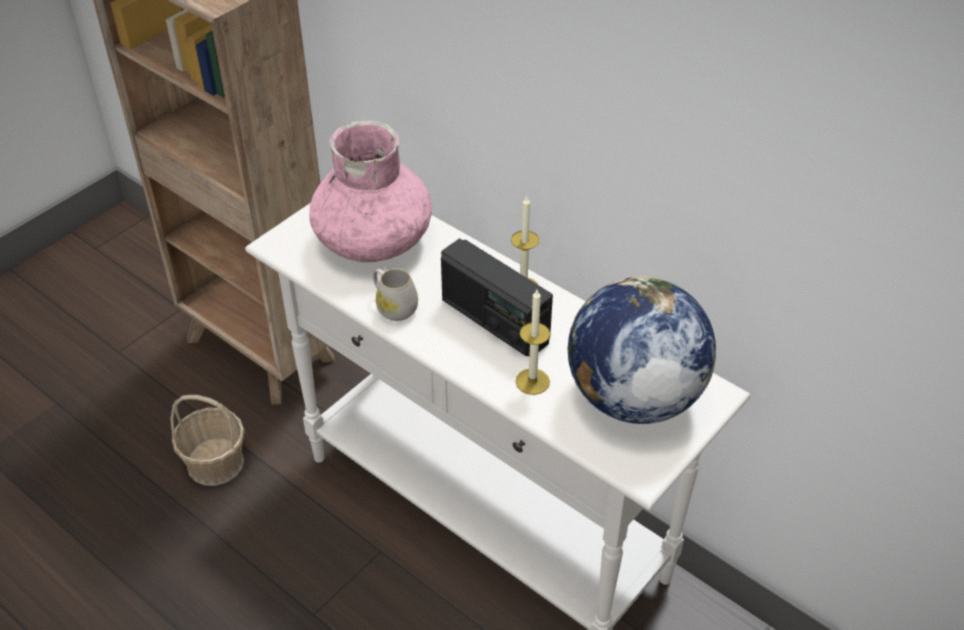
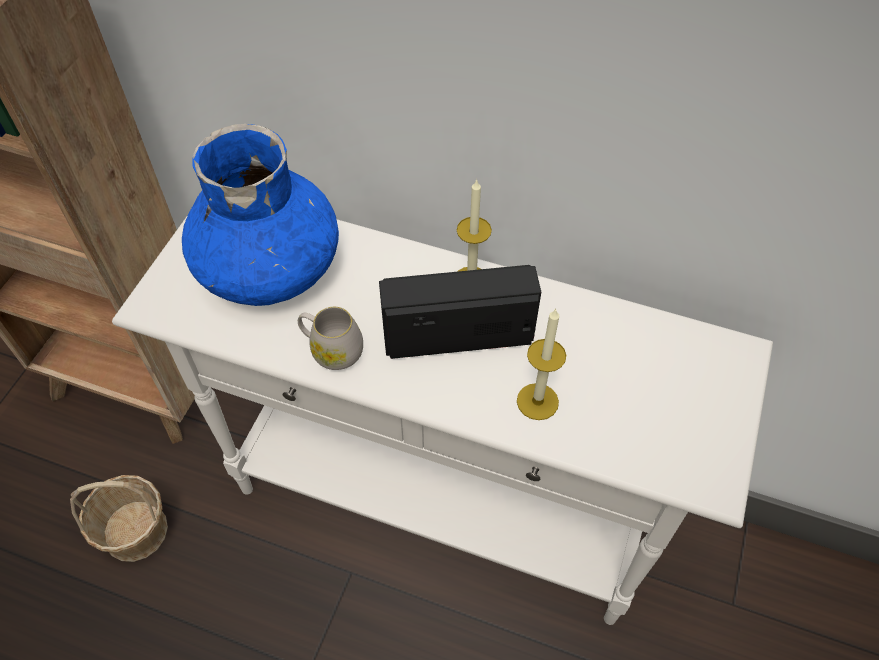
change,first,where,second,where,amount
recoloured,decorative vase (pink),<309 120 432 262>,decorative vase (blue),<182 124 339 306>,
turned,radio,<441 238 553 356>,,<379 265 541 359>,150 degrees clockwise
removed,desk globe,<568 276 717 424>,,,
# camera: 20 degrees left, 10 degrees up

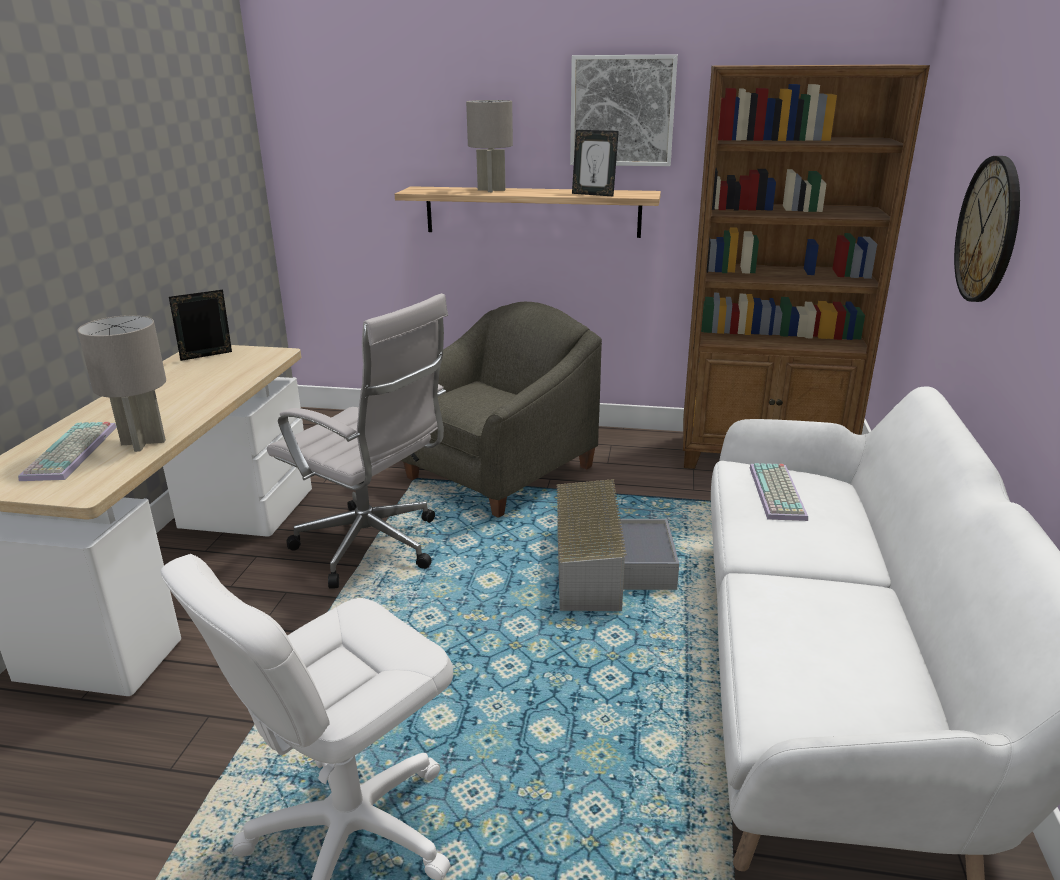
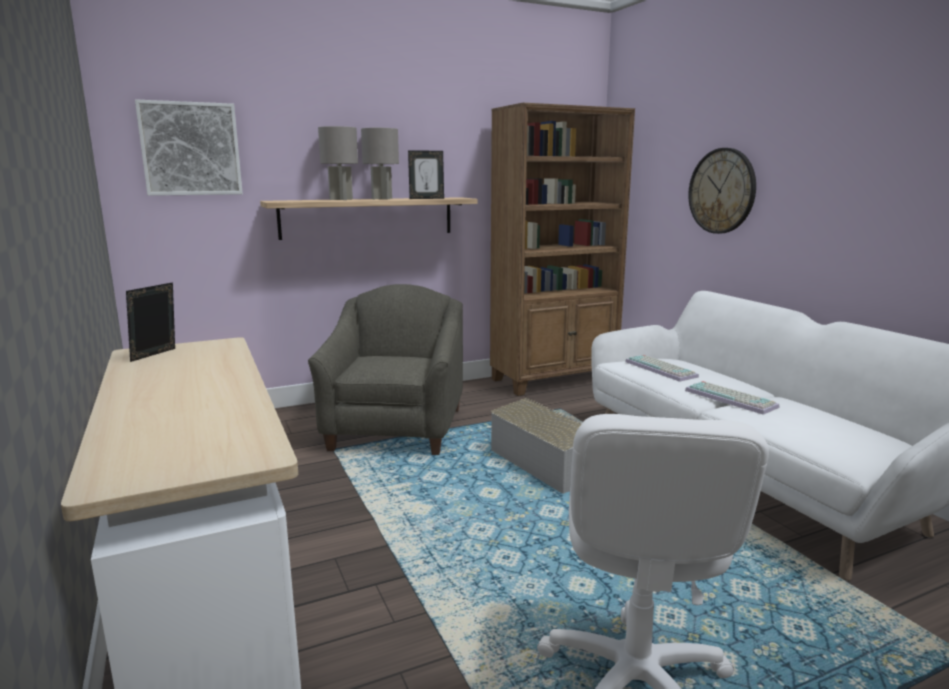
change,first,where,second,where,amount
moved,computer keyboard,<18 422 117 481>,,<685 381 779 415>,
moved,lamp for a table (grey),<77 315 166 452>,,<361 128 399 199>,
removed,desk chair (whitish),<267 293 448 589>,,,
moved,picture,<570 54 678 166>,,<135 99 243 196>,
# camera: 35 degrees left, 10 degrees down

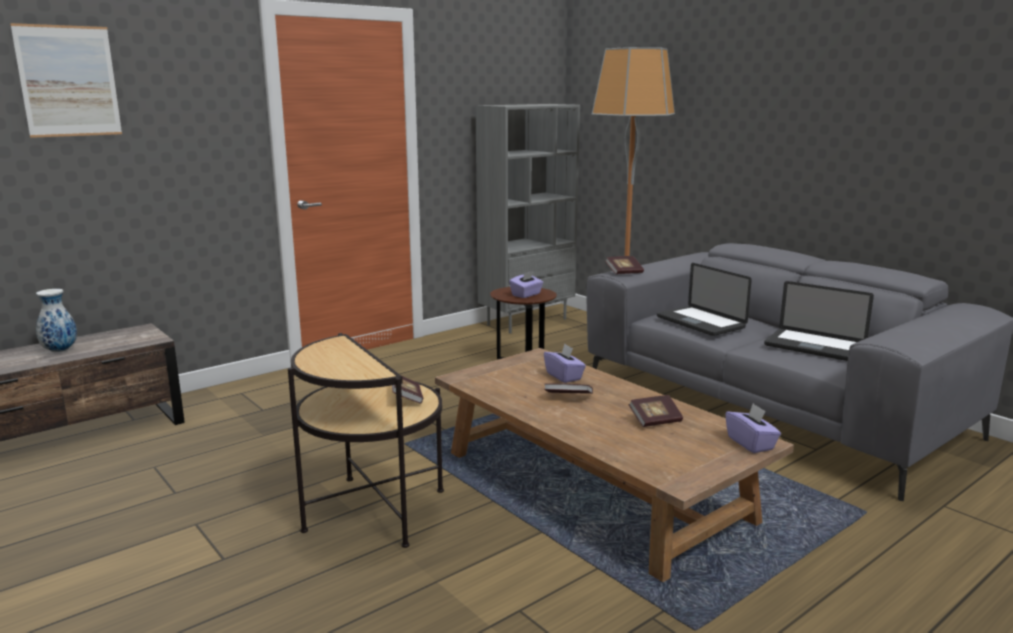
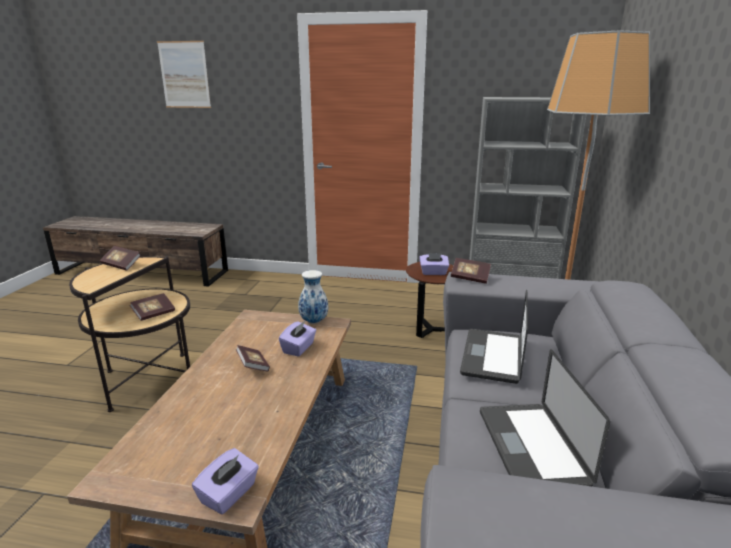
change,first,where,second,where,amount
moved,decorative vase,<36 289 77 352>,,<298 270 328 324>,
moved,volume,<629 395 683 427>,,<100 246 141 271>,
# camera: 50 degrees right, 5 degrees up

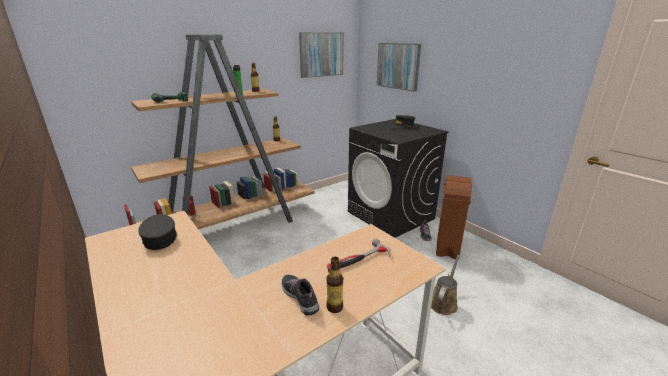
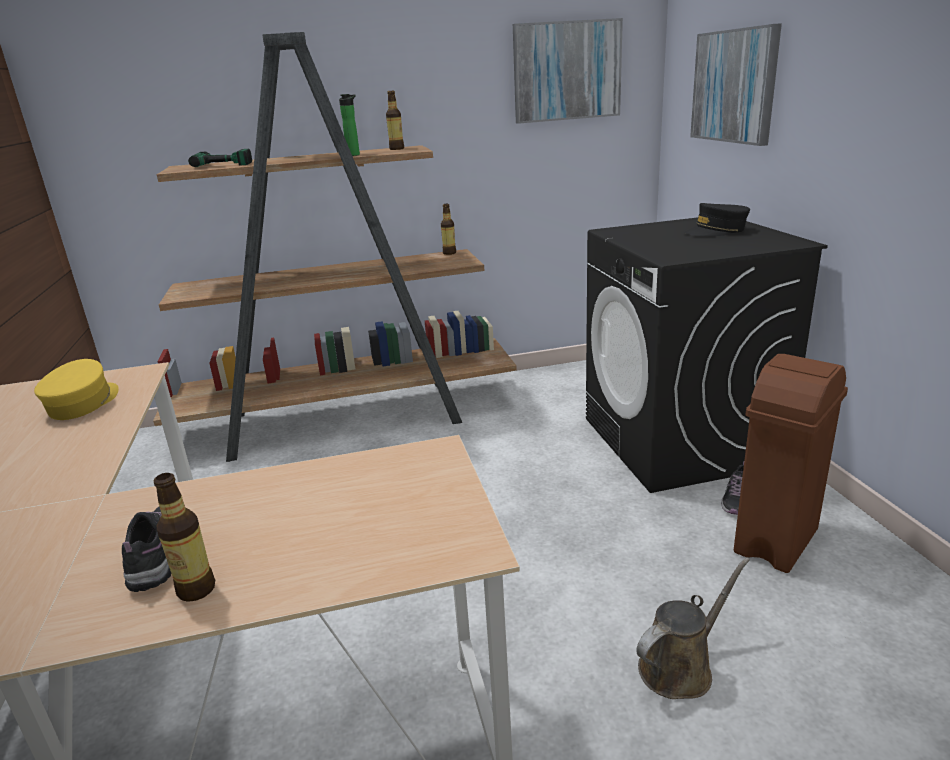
change,first,where,second,where,amount
recoloured,peaked cap (black-coloured),<138 214 177 250>,peaked cap (yellow-coloured),<34 359 119 420>,
removed,hammer,<327 239 391 273>,,,
# camera: 25 degrees right, 0 degrees up

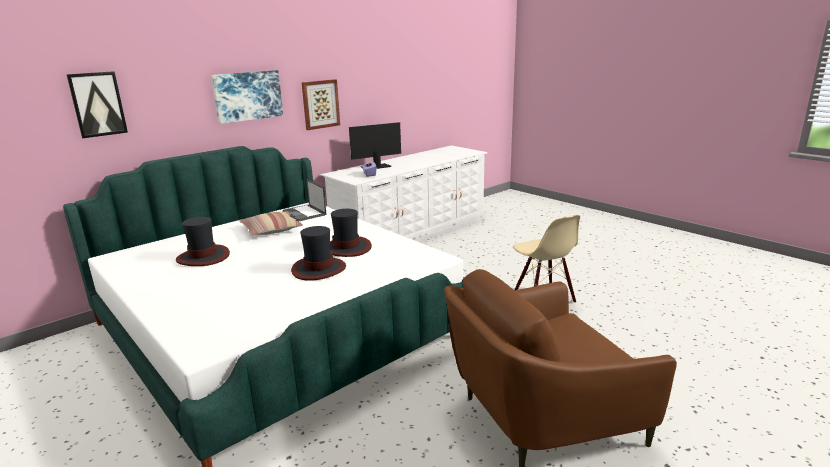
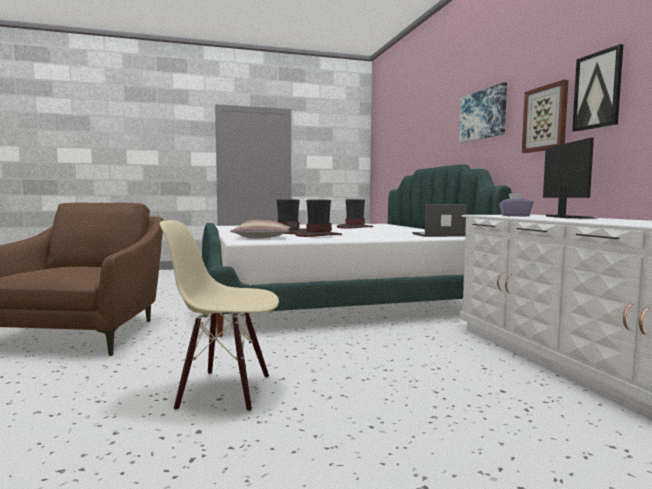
change,first,where,second,where,amount
moved,picture,<66 71 128 138>,,<572 44 623 132>,
moved,cushion,<239 211 303 236>,,<230 220 290 239>,
# camera: 115 degrees right, 15 degrees down

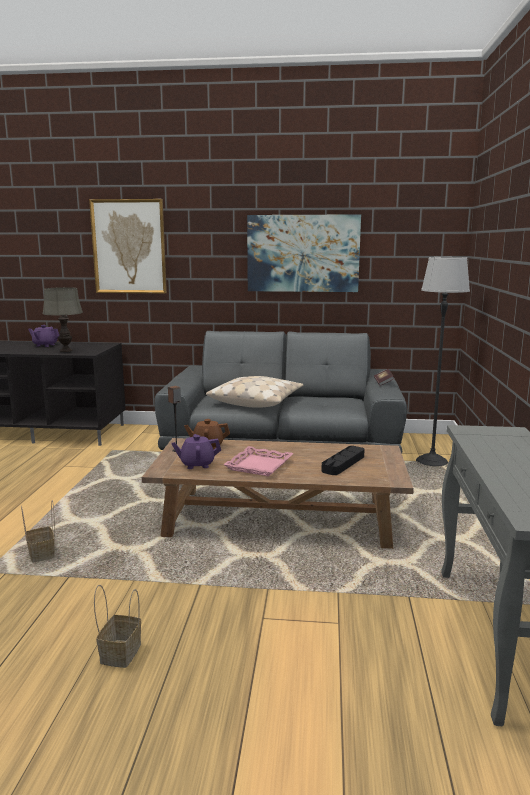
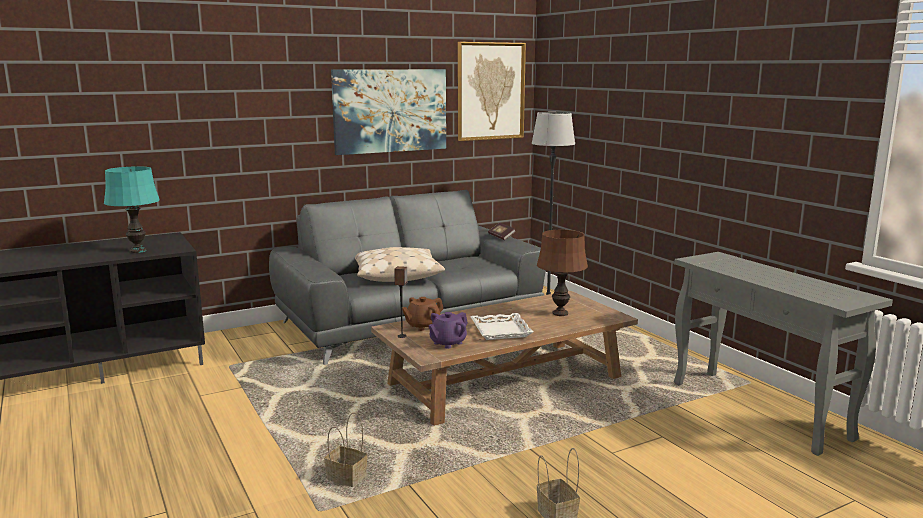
change,first,where,second,where,amount
removed,tea pot (purplish),<28 325 60 347>,,,
recoloured,lamp for a table (grey),<43 287 83 352>,lamp for a table (turquoise-coloured),<104 166 160 253>,
moved,picture,<89 199 167 293>,,<458 42 526 141>,
recoloured,carrying tray (pink),<223 446 293 477>,carrying tray (whitish),<471 313 533 340>,
replaced,carrying tray (black-coloured),<321 446 365 475>,lamp for a table (brown),<537 230 588 316>,
# camera: 35 degrees left, 0 degrees up

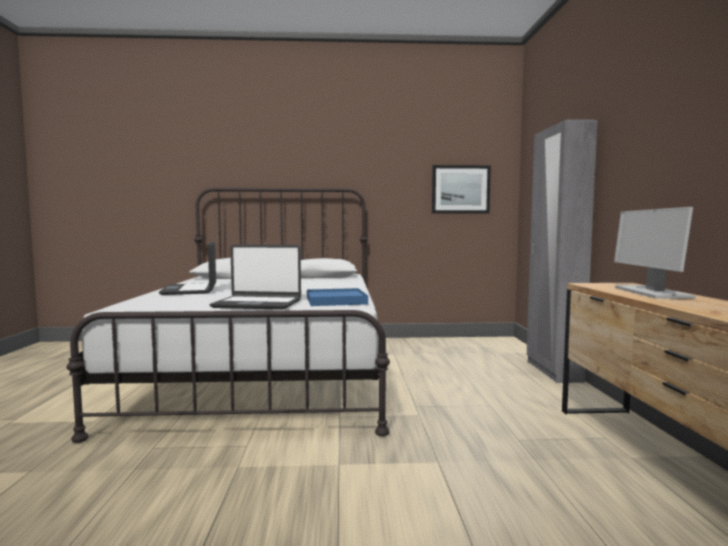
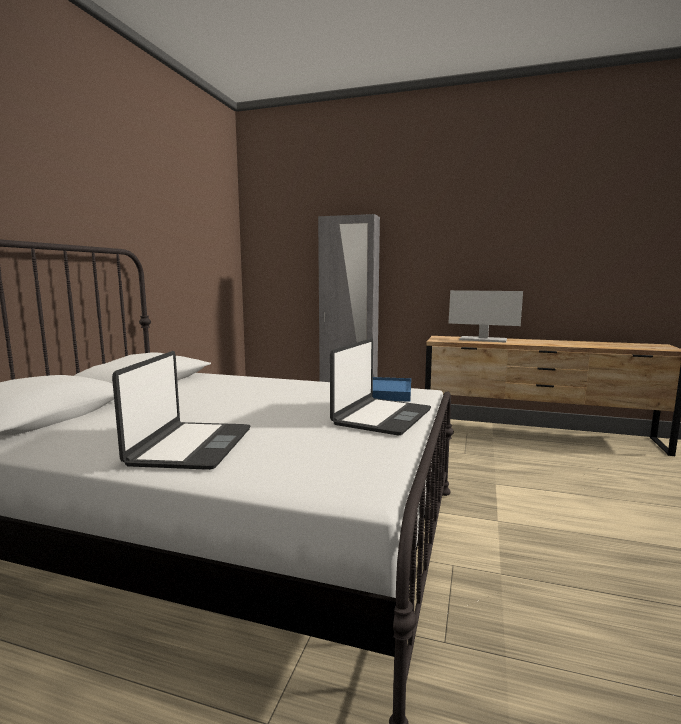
change,first,where,second,where,amount
turned,portable computer,<159 242 216 295>,,<112 351 250 470>,90 degrees counterclockwise
removed,picture,<432 165 491 214>,,,
# camera: 70 degrees left, 5 degrees up

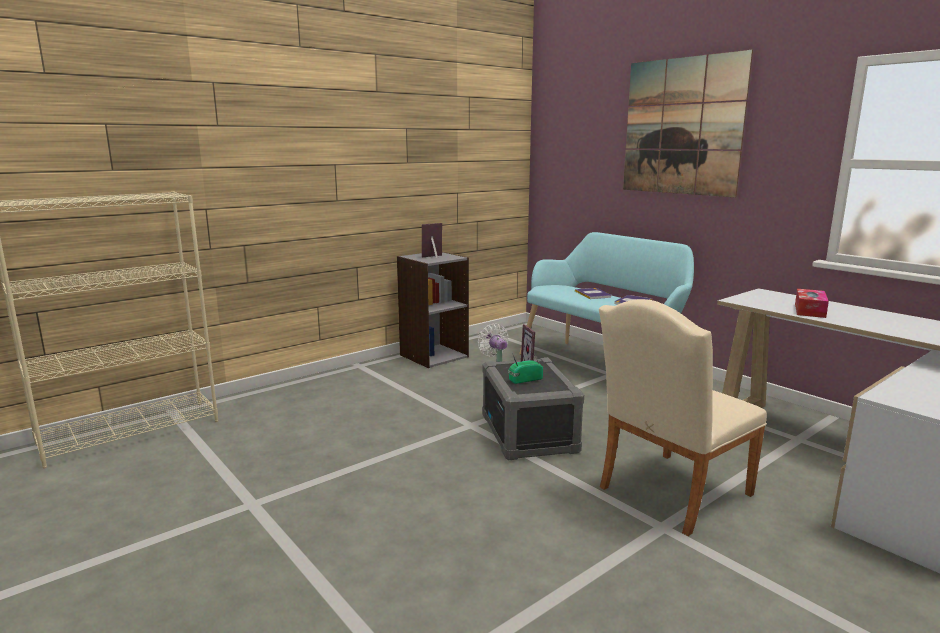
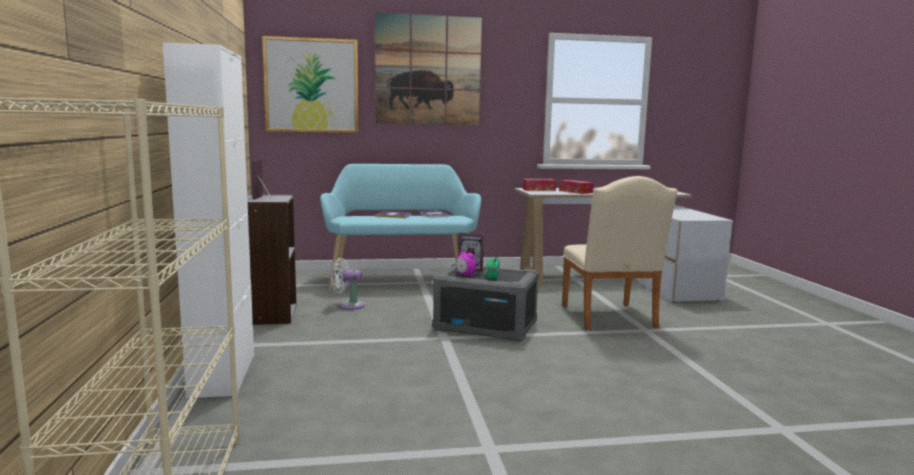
change,first,where,second,where,amount
added,,,storage cabinet (whitish),<163 43 254 398>,
added,,,picture,<262 36 358 133>,
added,,,bedside clock,<456 252 477 276>,
added,,,tissue holder,<522 179 557 191>,
# camera: 60 degrees left, 5 degrees down

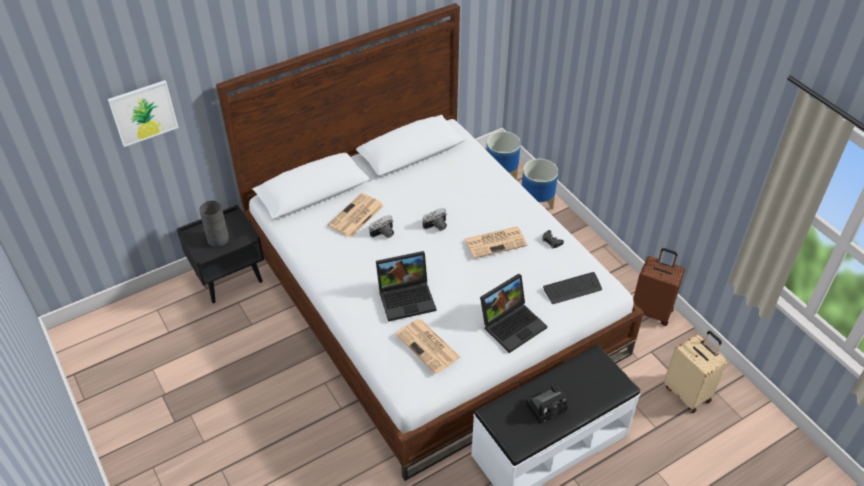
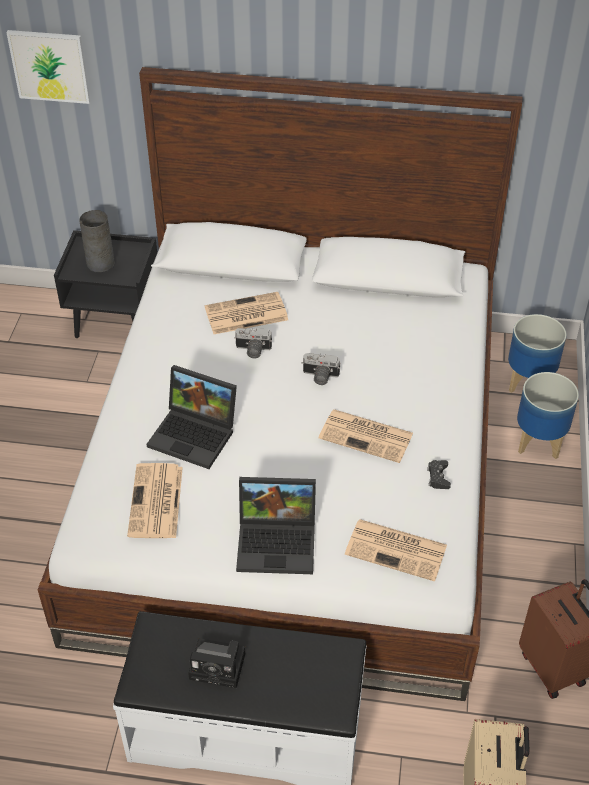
change,first,where,second,where,amount
replaced,computer keyboard,<543 272 602 304>,printed paper,<345 519 447 582>,
# camera: 40 degrees right, 0 degrees up

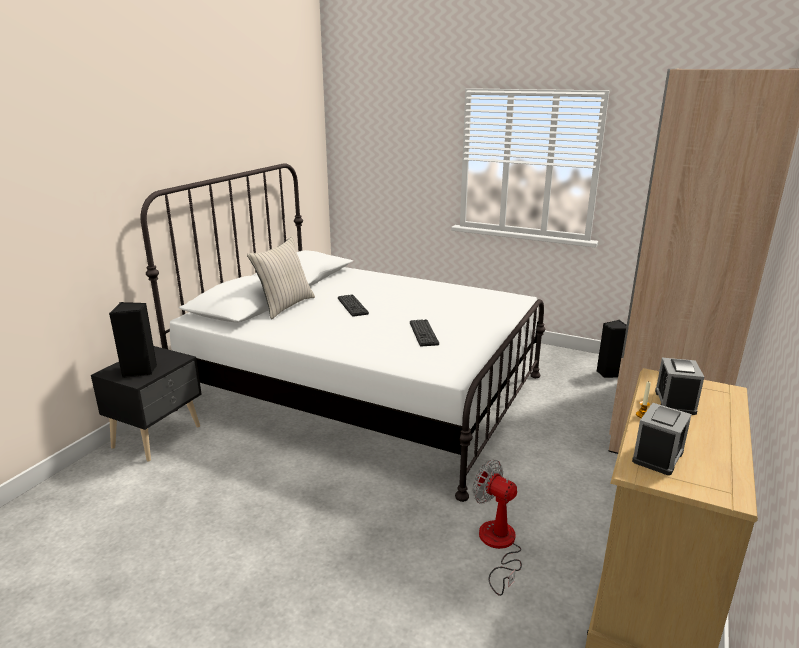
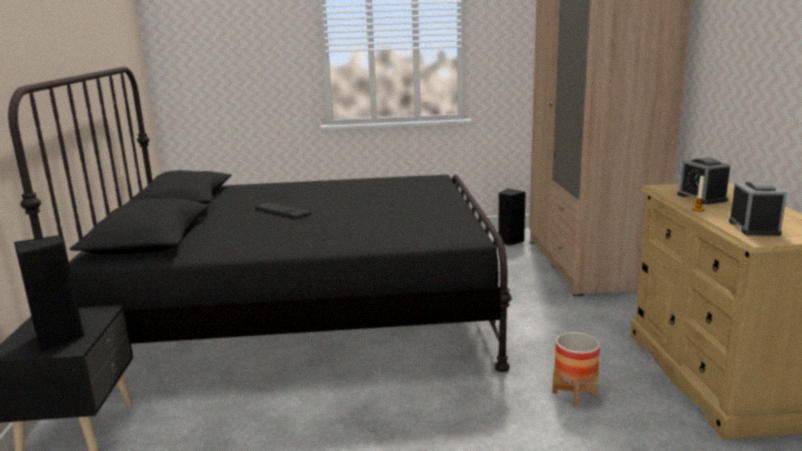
change,first,where,second,where,amount
recoloured,bed (whitish),<140 163 545 502>,bed (black-coloured),<8 67 512 372>,
removed,cushion (sand-coloured),<247 236 315 319>,,,
removed,computer keyboard,<410 319 439 346>,,,
replaced,cooling fan,<472 460 522 596>,flower pot,<552 332 600 406>,
# camera: 30 degrees left, 5 degrees down

